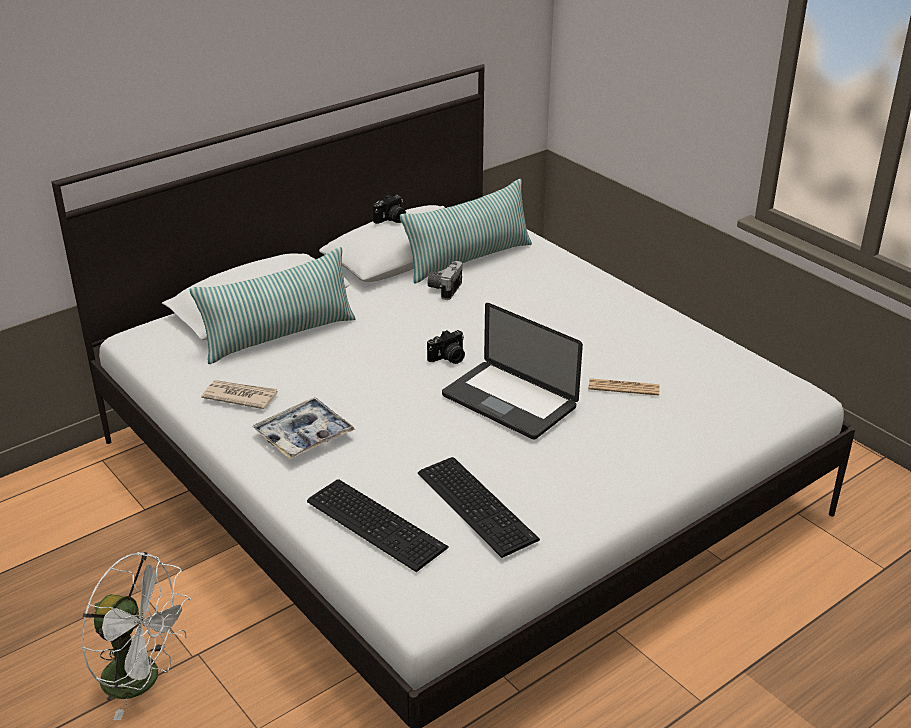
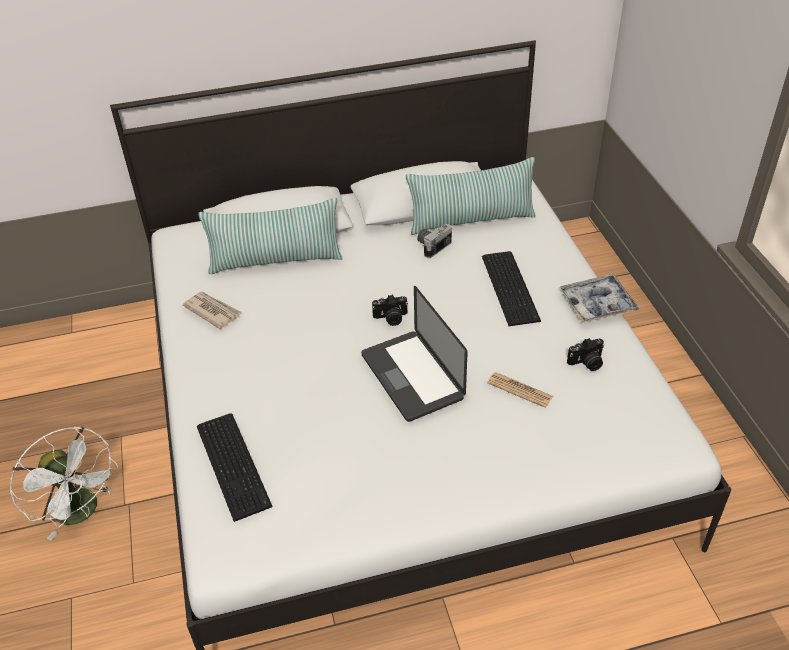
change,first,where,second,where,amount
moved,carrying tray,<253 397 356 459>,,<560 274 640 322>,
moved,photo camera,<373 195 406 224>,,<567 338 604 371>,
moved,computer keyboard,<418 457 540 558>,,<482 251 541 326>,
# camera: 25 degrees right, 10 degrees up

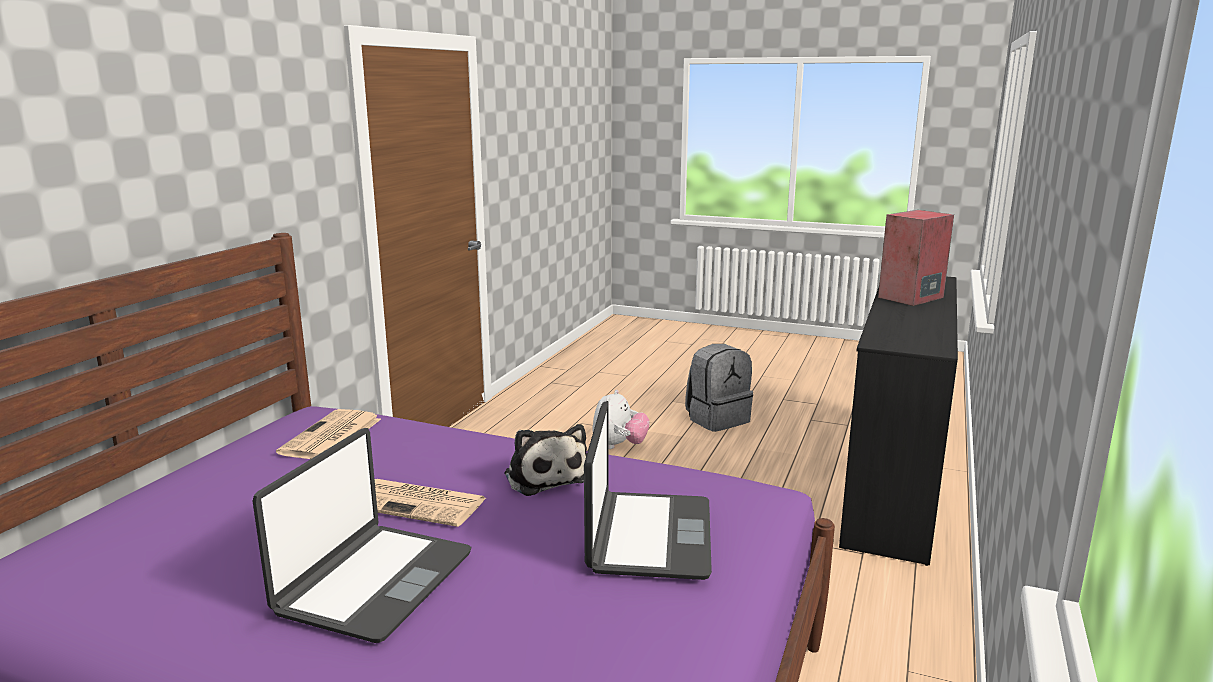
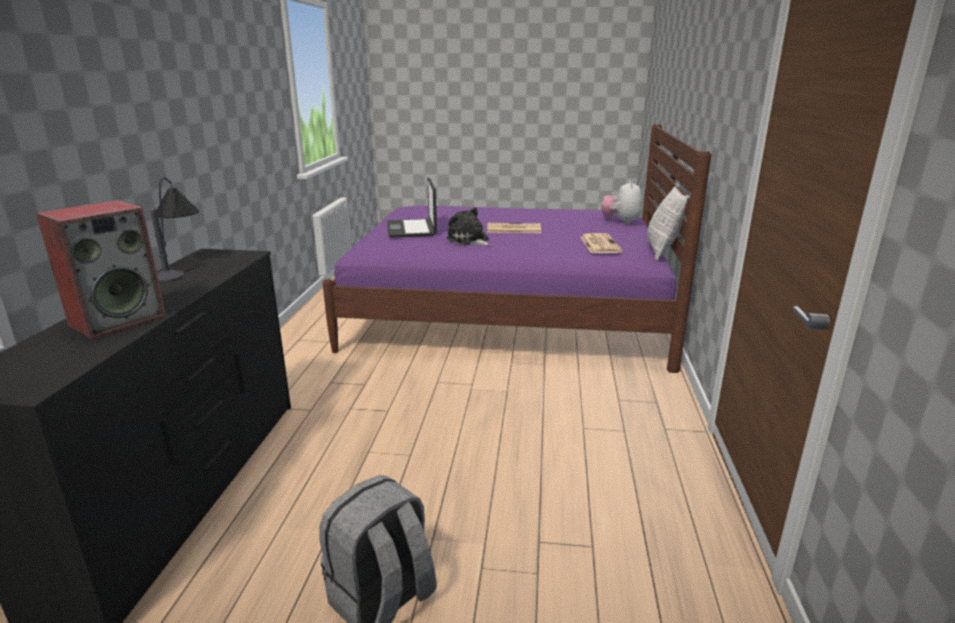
change,first,where,second,where,amount
removed,portable computer,<253 428 471 643>,,,
moved,plush toy,<593 390 650 449>,,<601 180 642 224>,
added,,,lamp for a table,<150 177 199 282>,
added,,,cushion,<647 182 690 261>,
# camera: 165 degrees right, 5 degrees up

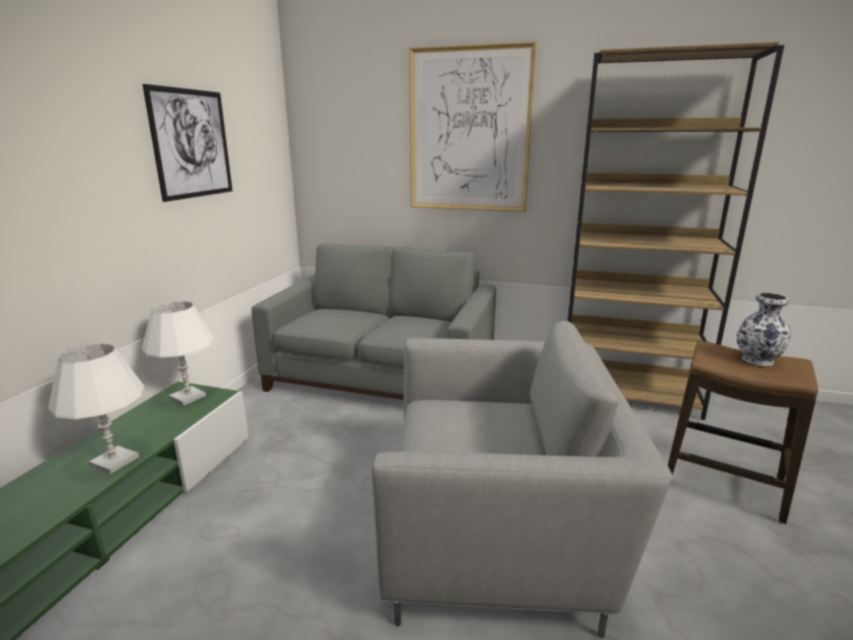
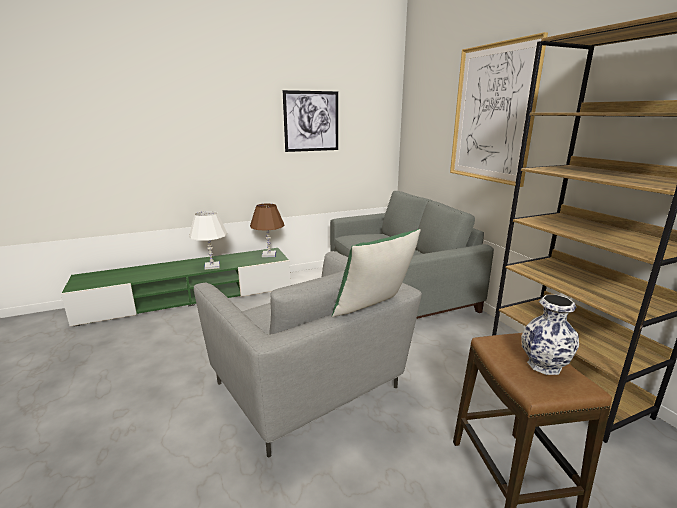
change,first,where,second,where,amount
recoloured,lamp for a table (whitish),<142 301 214 406>,lamp for a table (brown),<250 203 285 257>,
added,,,cushion (green),<332 229 421 317>,
# camera: 50 degrees right, 0 degrees up

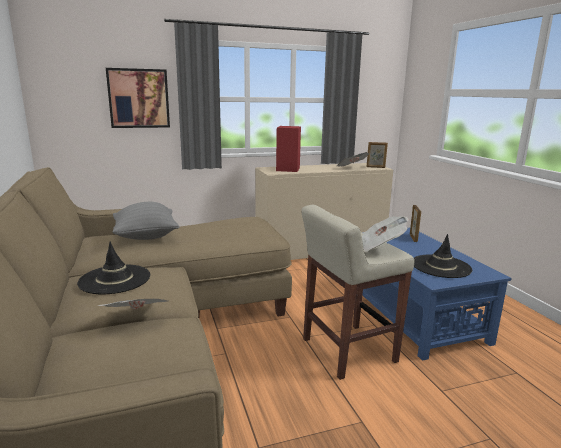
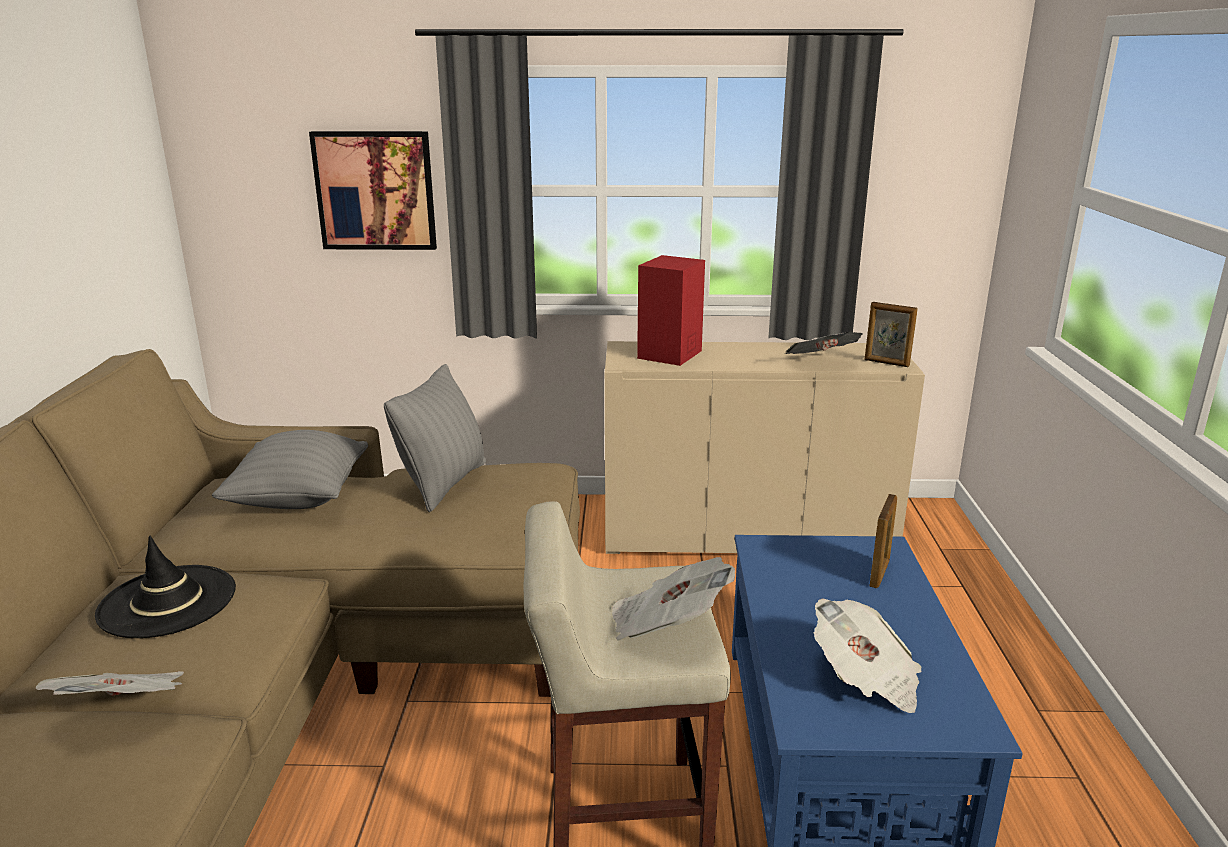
change,first,where,second,where,amount
replaced,clothing hat (black-coloured),<414 234 472 278>,printed paper,<814 598 922 713>,
added,,,cushion (grey),<384 364 486 512>,
# camera: 20 degrees right, 5 degrees up

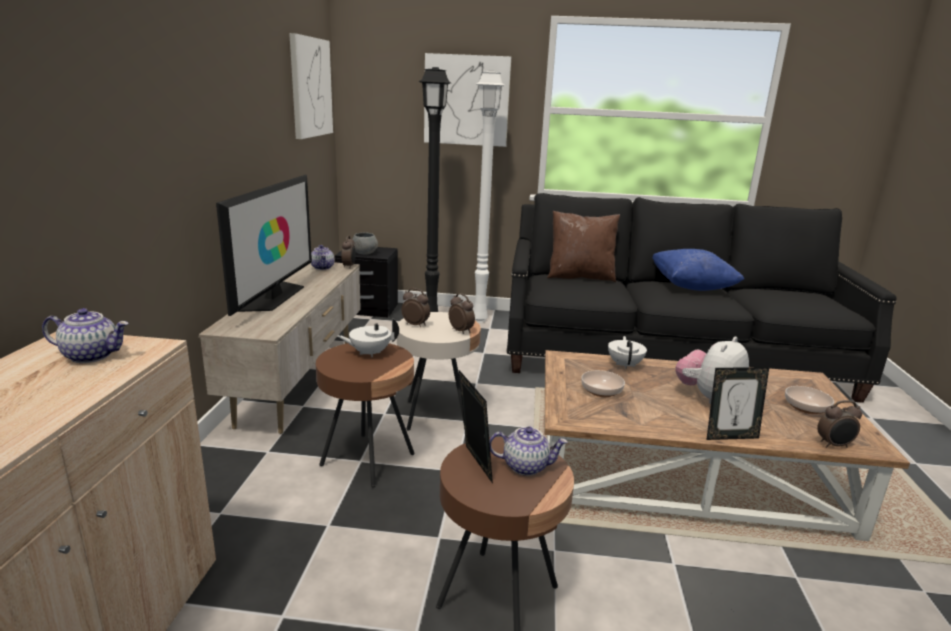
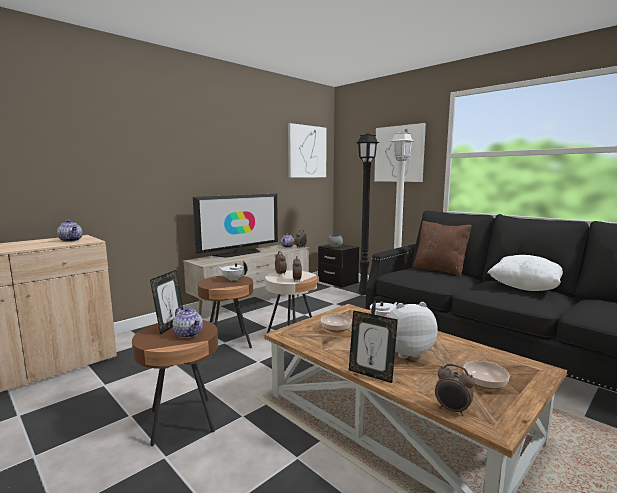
change,first,where,second,where,amount
recoloured,cushion (blue),<652 249 744 291>,cushion (whitish),<487 255 563 291>,
# camera: 40 degrees right, 10 degrees down

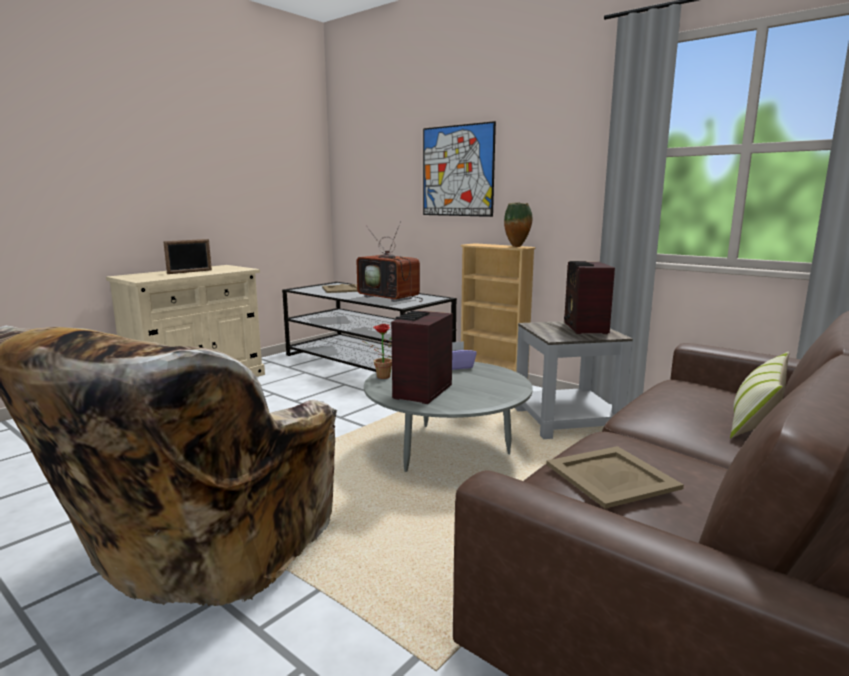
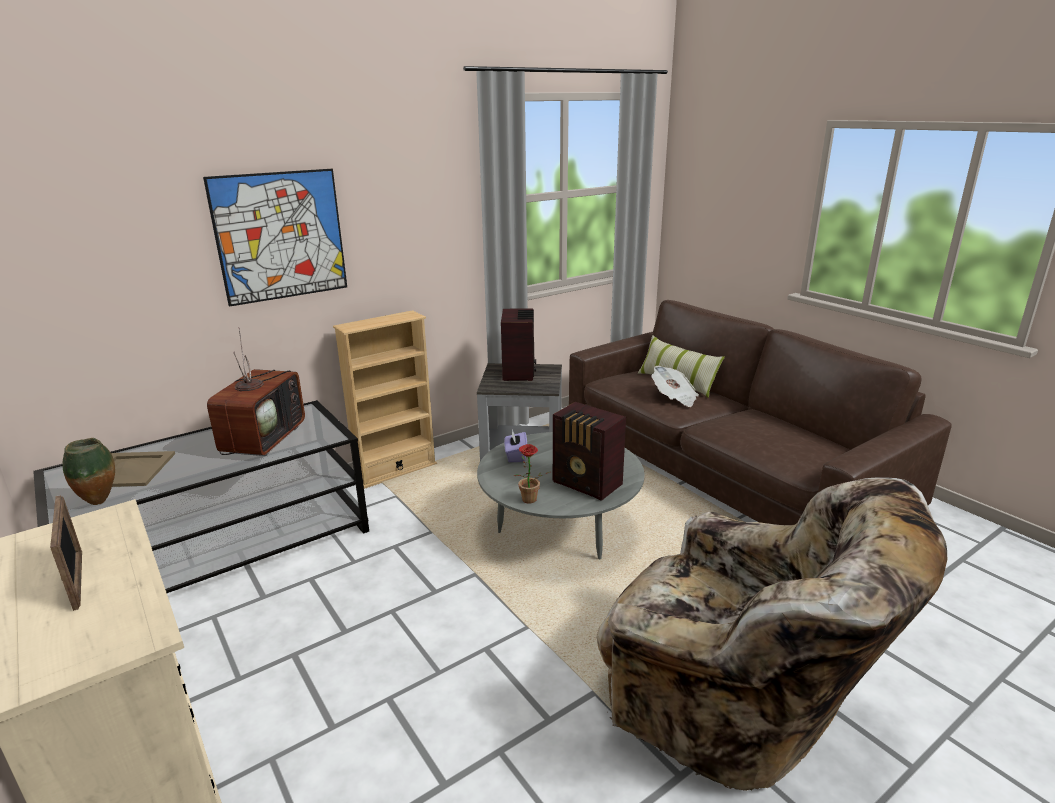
change,first,where,second,where,amount
turned,TV,<357 221 423 302>,,<207 327 305 456>,45 degrees counterclockwise
moved,decorative vase,<504 203 532 247>,,<63 438 115 505>,
removed,carrying tray (sand-coloured),<546 446 684 509>,,,
turned,radio,<564 261 615 334>,,<501 308 536 381>,105 degrees counterclockwise
added,,,printed paper,<651 366 699 407>,
# camera: 75 degrees left, 10 degrees up

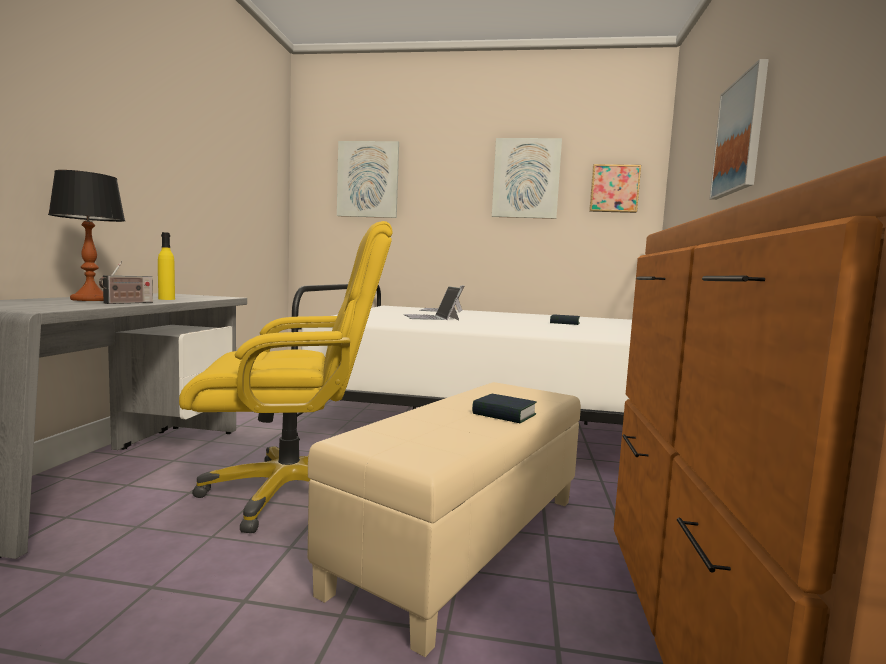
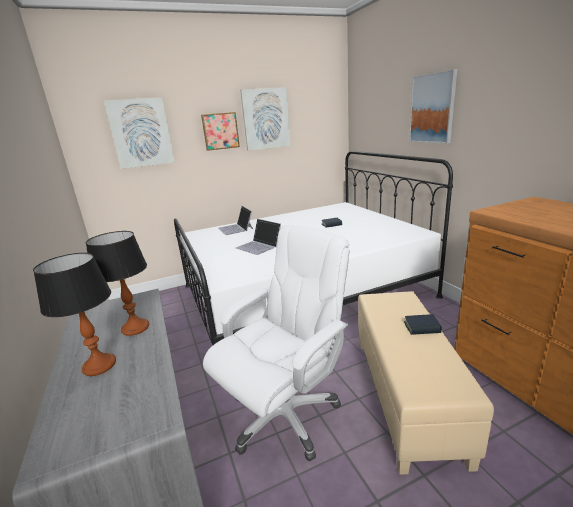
change,first,where,second,where,amount
removed,radio,<99 261 153 304>,,,
replaced,drink bottle (yellow-coloured),<158 232 175 300>,lamp for a table,<86 231 149 336>,
recoloured,desk chair (yellow-coloured),<179 221 393 533>,desk chair (whitish),<203 225 350 461>,
moved,picture,<589 164 641 213>,,<201 112 240 151>,
# camera: 30 degrees left, 15 degrees up

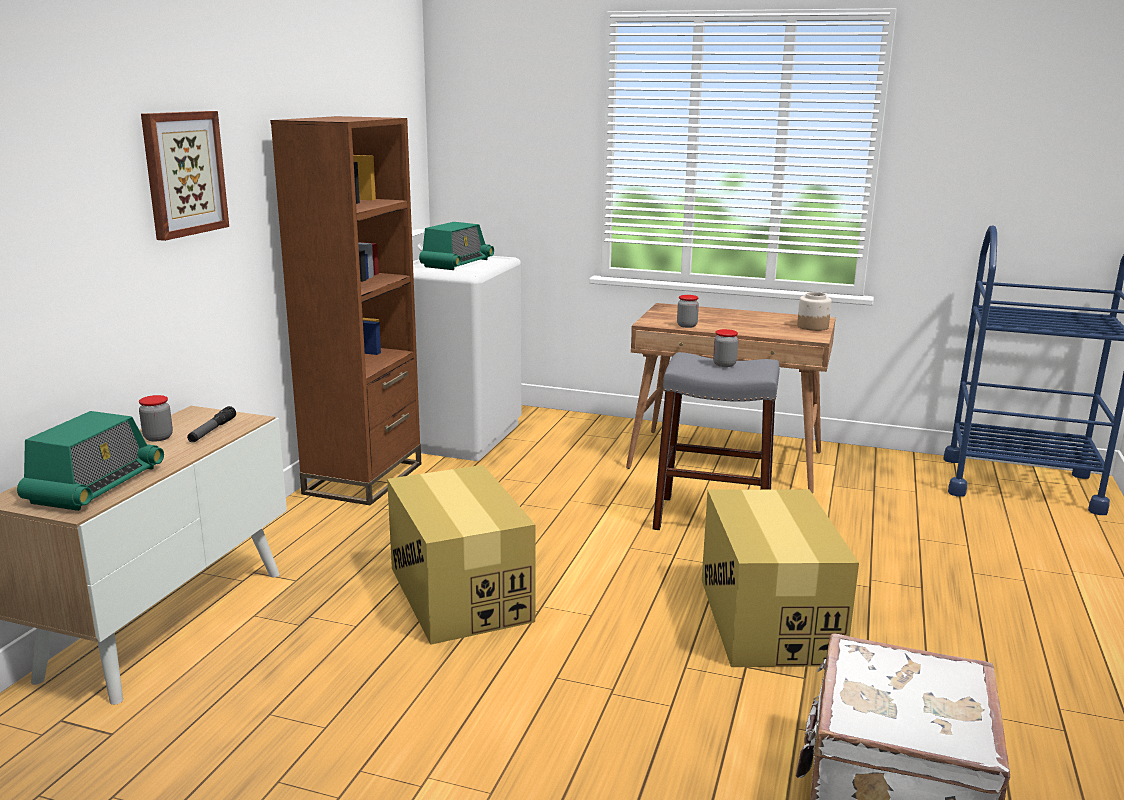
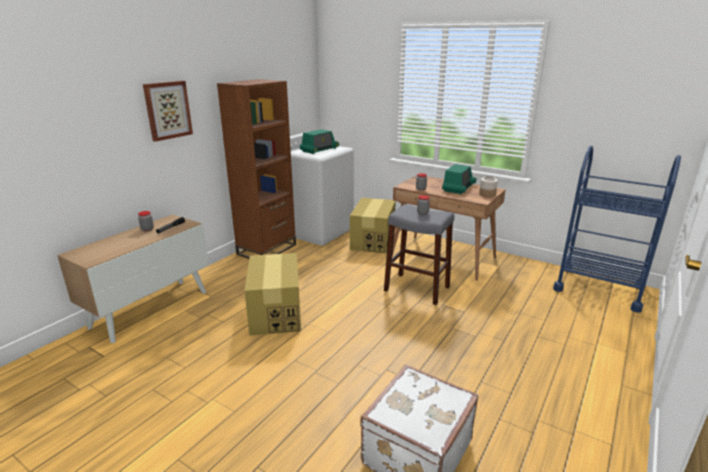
change,first,where,second,where,amount
moved,radio,<17 411 164 511>,,<442 164 477 194>,
moved,packing box,<702 489 859 667>,,<350 198 396 253>,
# camera: 15 degrees right, 5 degrees up

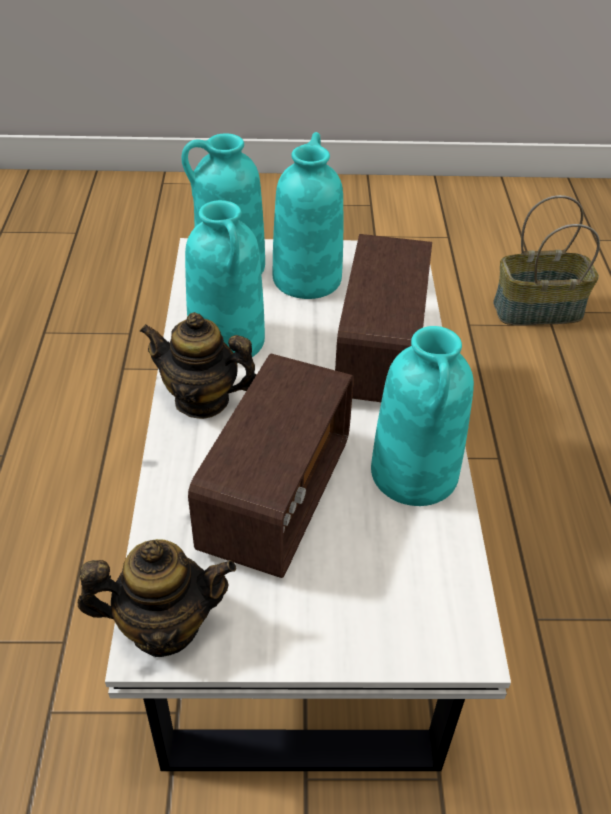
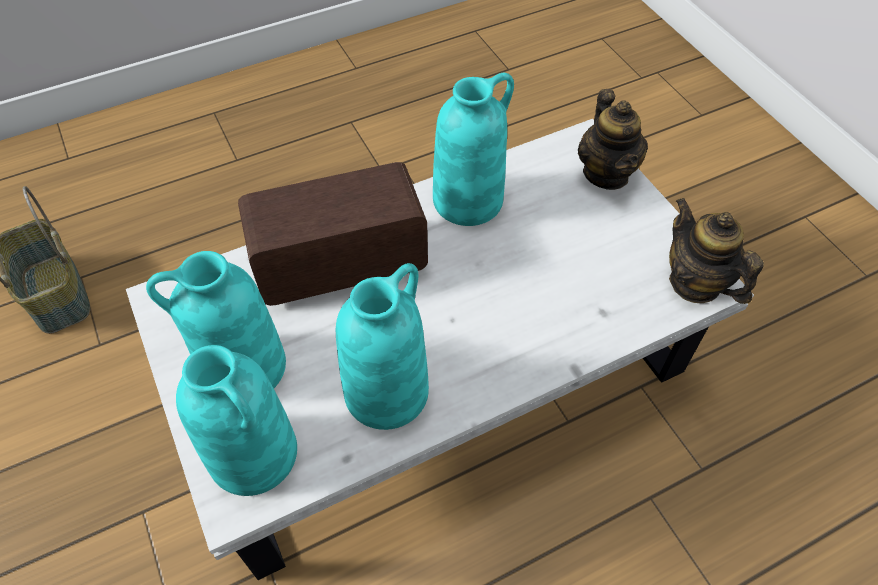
change,first,where,second,where,amount
moved,tea pot,<139 312 257 419>,,<578 89 648 190>,
removed,radio,<188 353 354 578>,,,
# camera: 115 degrees left, 10 degrees up

